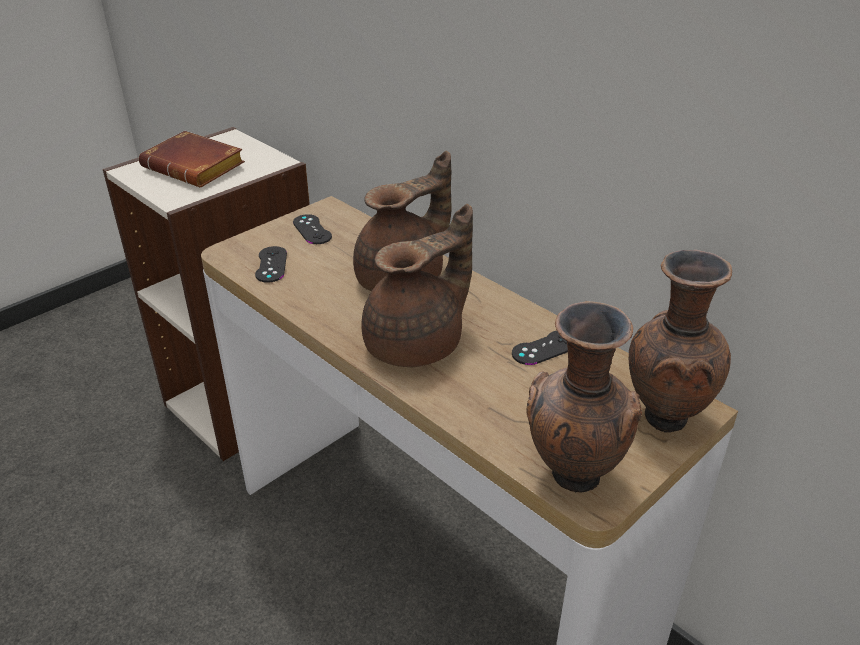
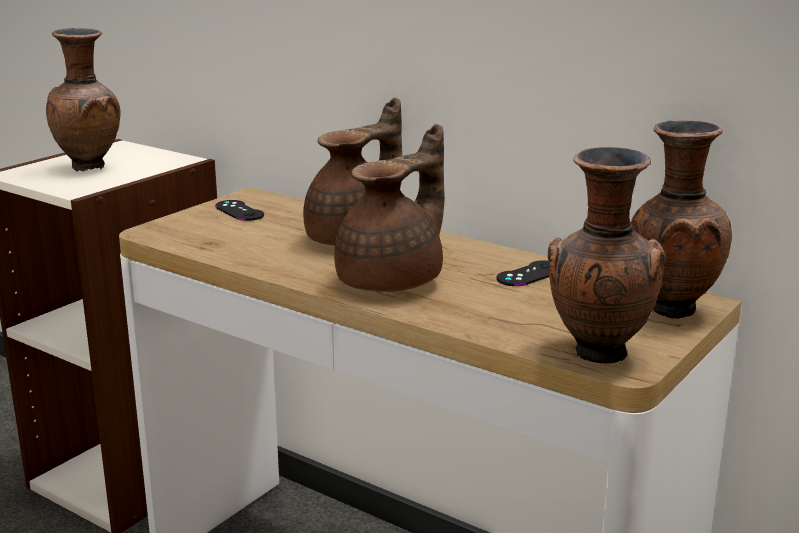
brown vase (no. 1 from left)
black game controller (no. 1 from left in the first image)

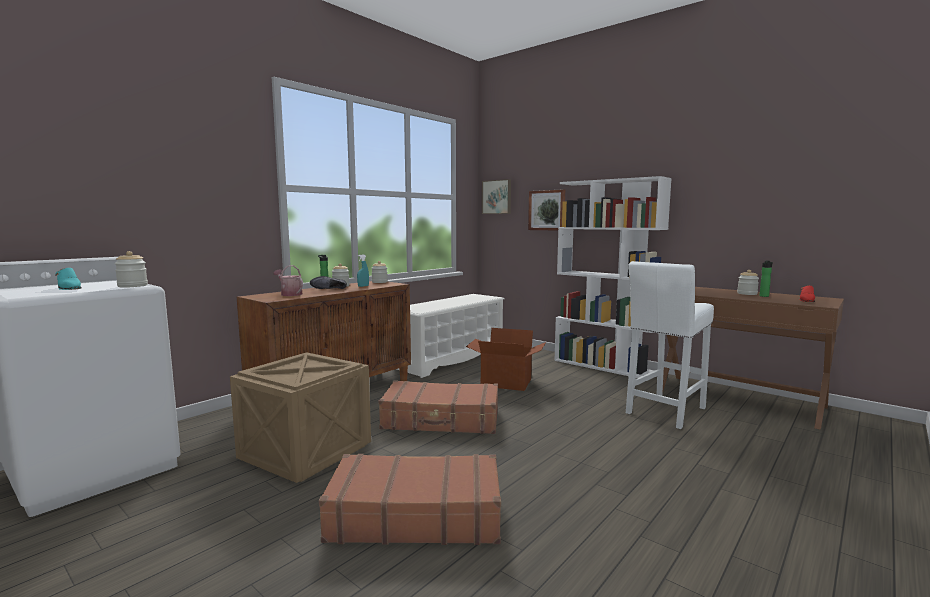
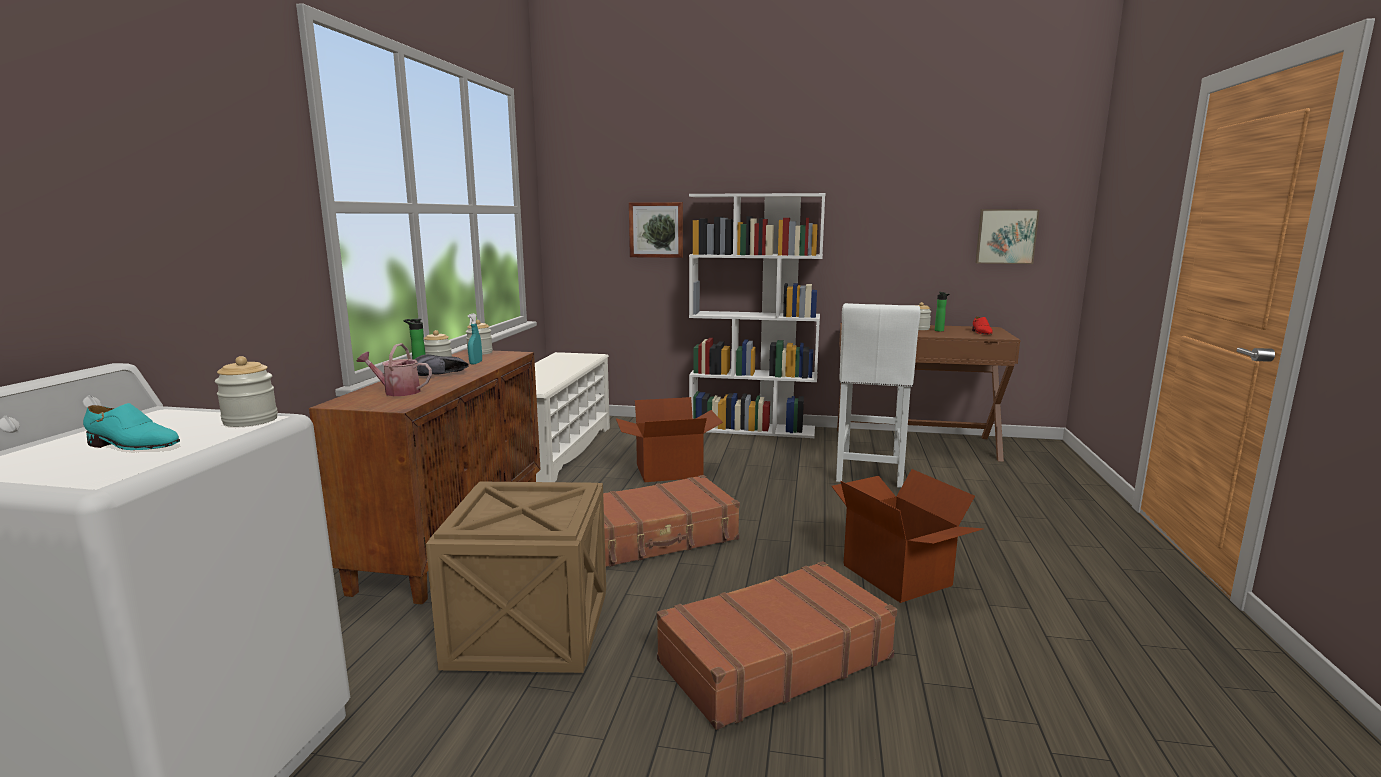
cardboard box (no. 2 from left)
picture (no. 2 from left)

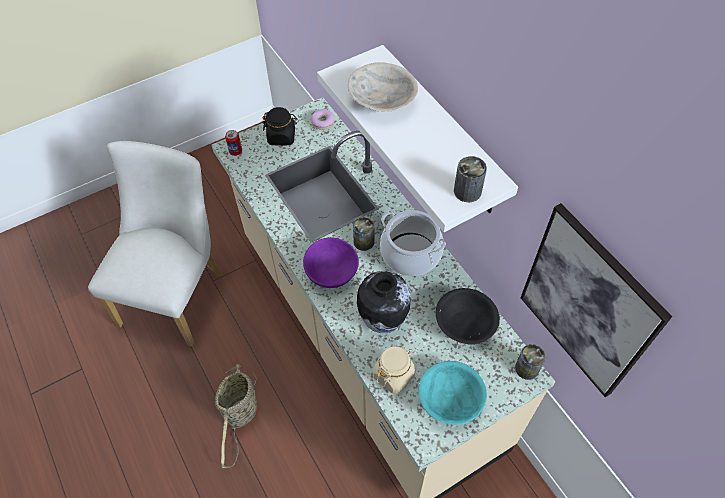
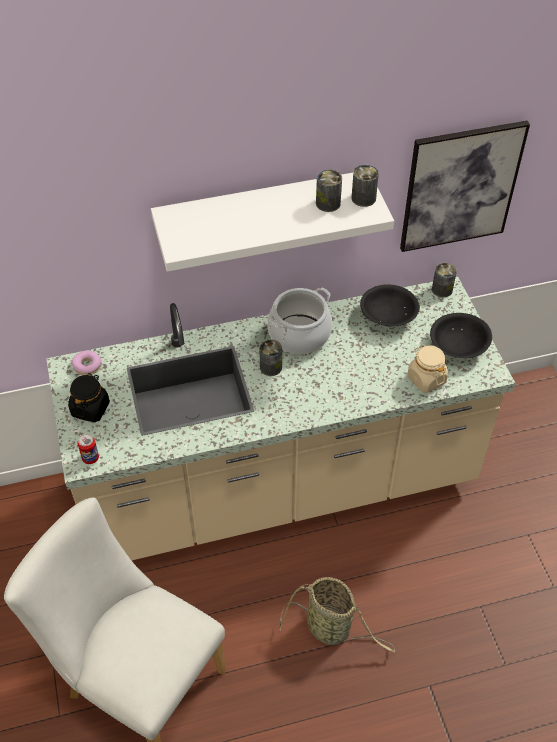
can (no. 3 from left)
black bowl (no. 2 from left)
purple bowl
beige bowl
vase

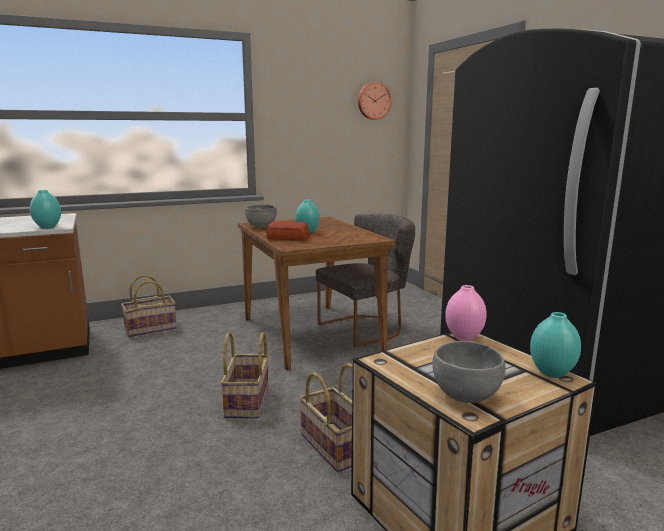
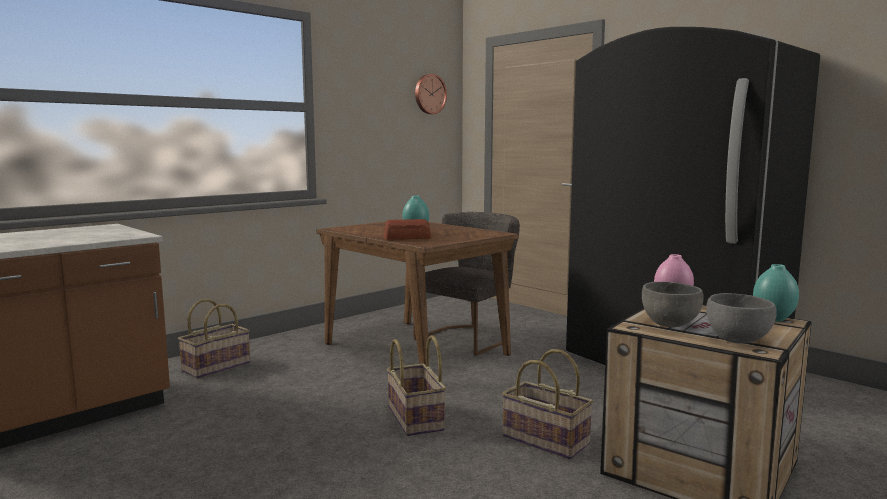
grey bowl (no. 1 from left)
turquoise vase (no. 1 from left in the first image)

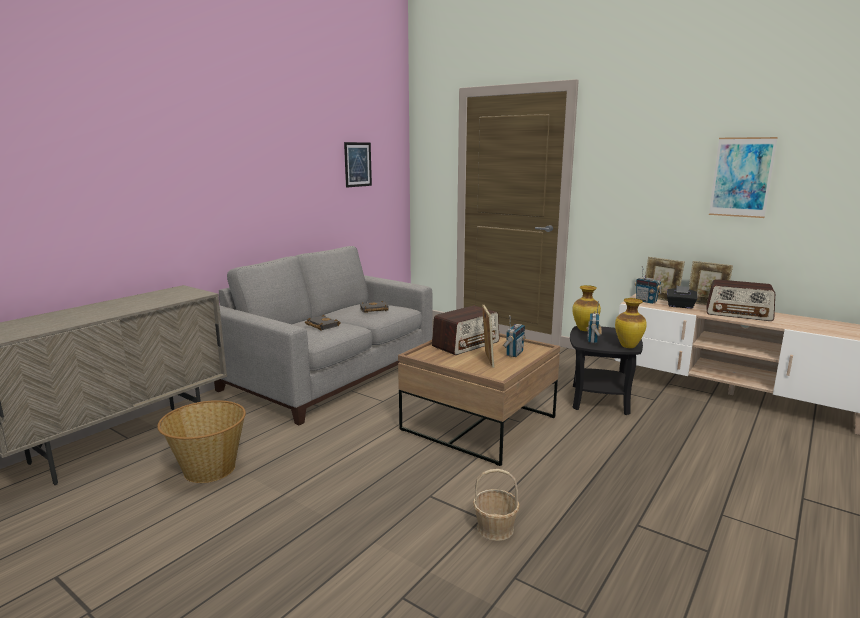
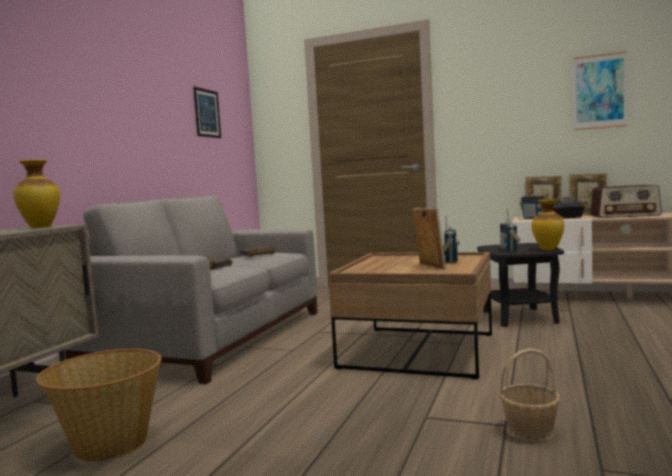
vase (no. 1 from left)
radio (no. 1 from left in the first image)

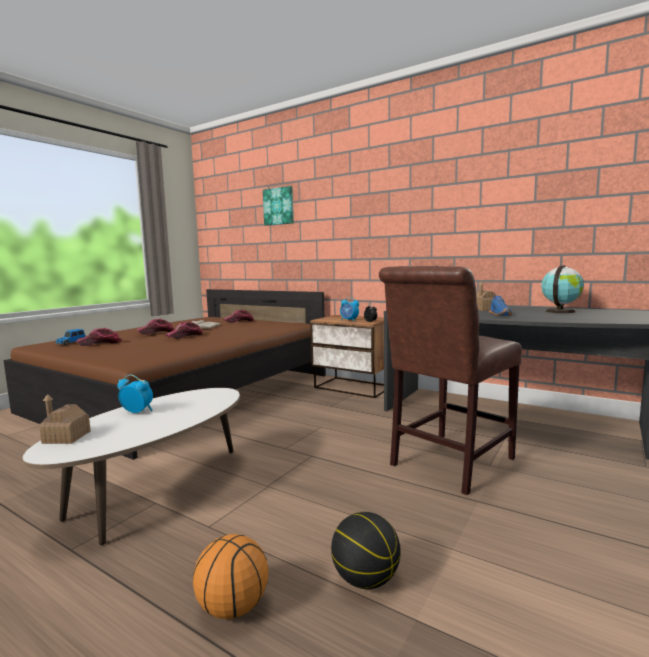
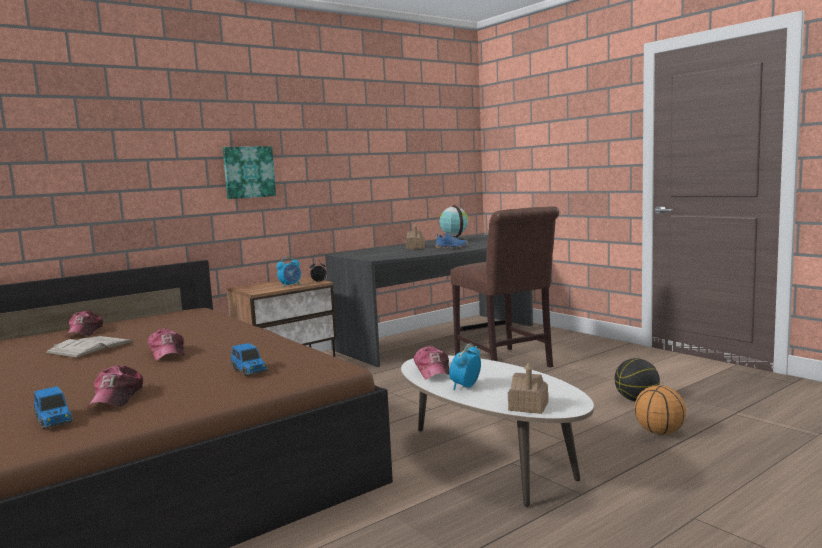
picture
toy car (no. 2 from left)
cap (no. 4 from left)

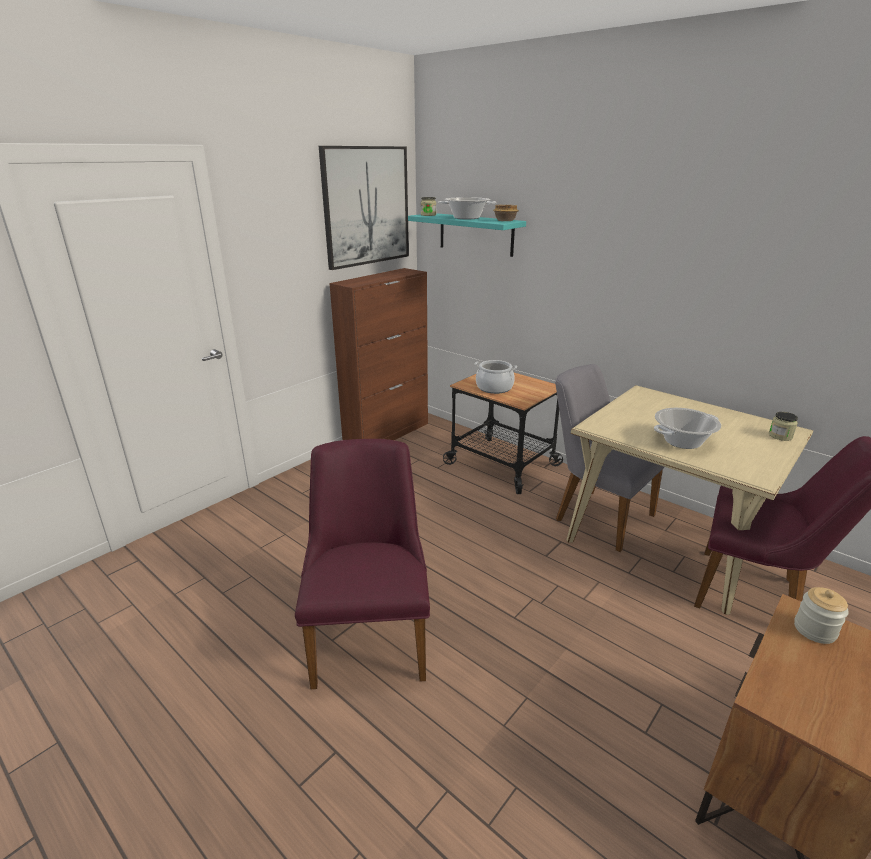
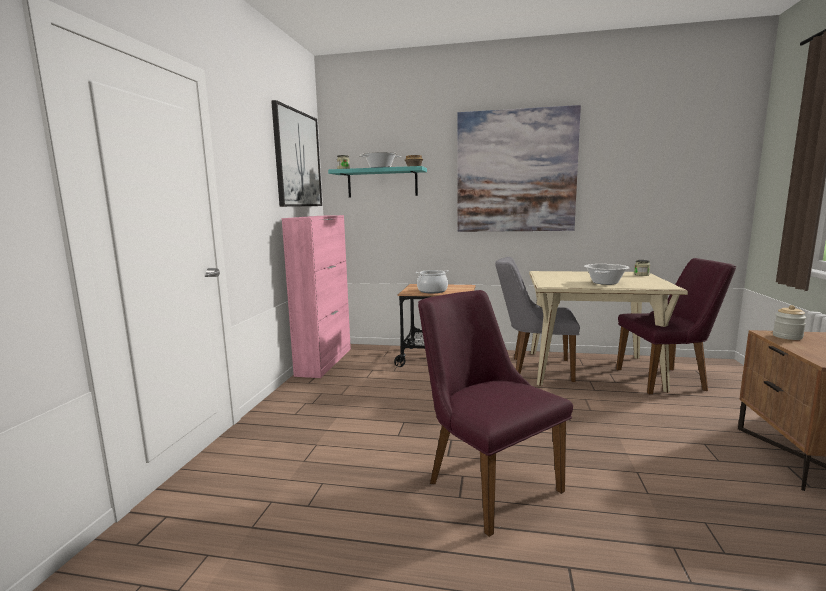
pink cabinet
picture (no. 2 from left)

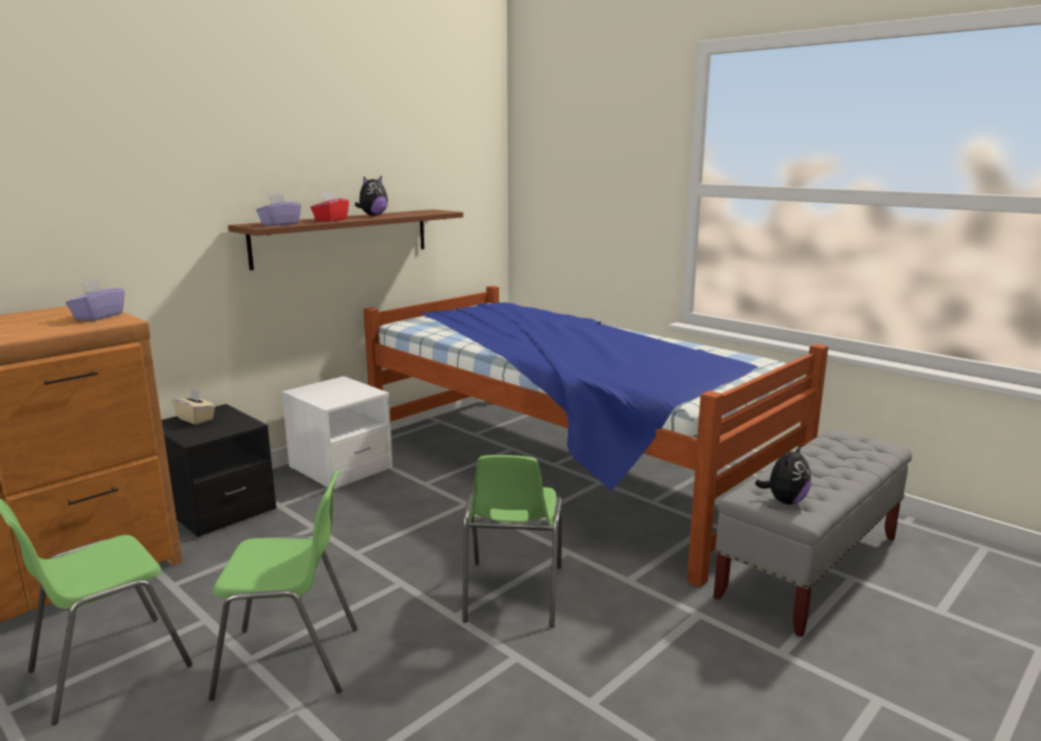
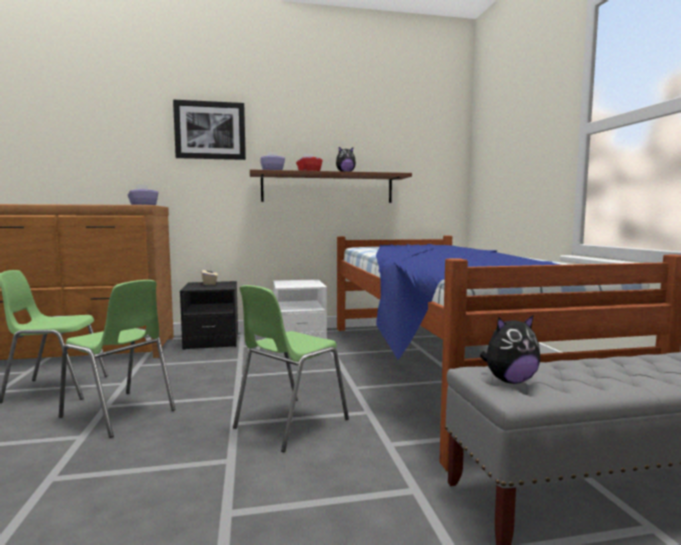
picture

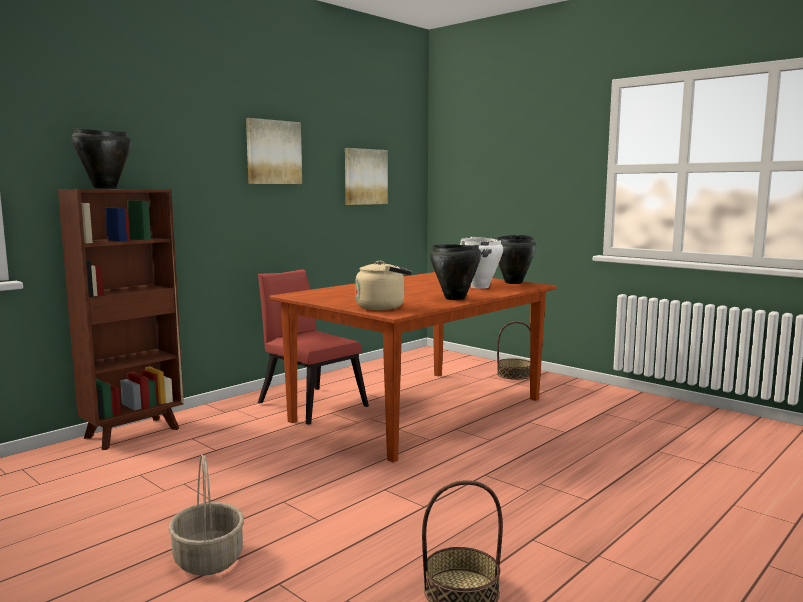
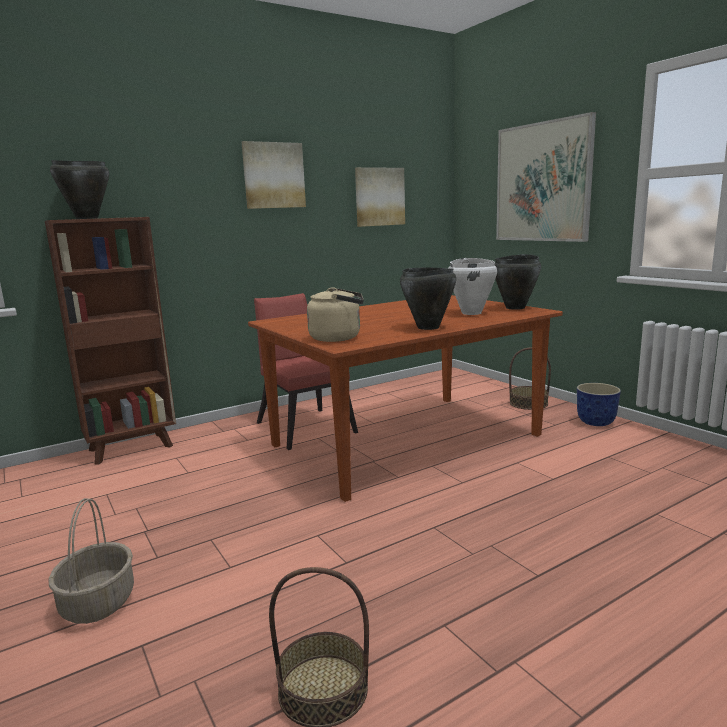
picture (no. 3 from left)
planter

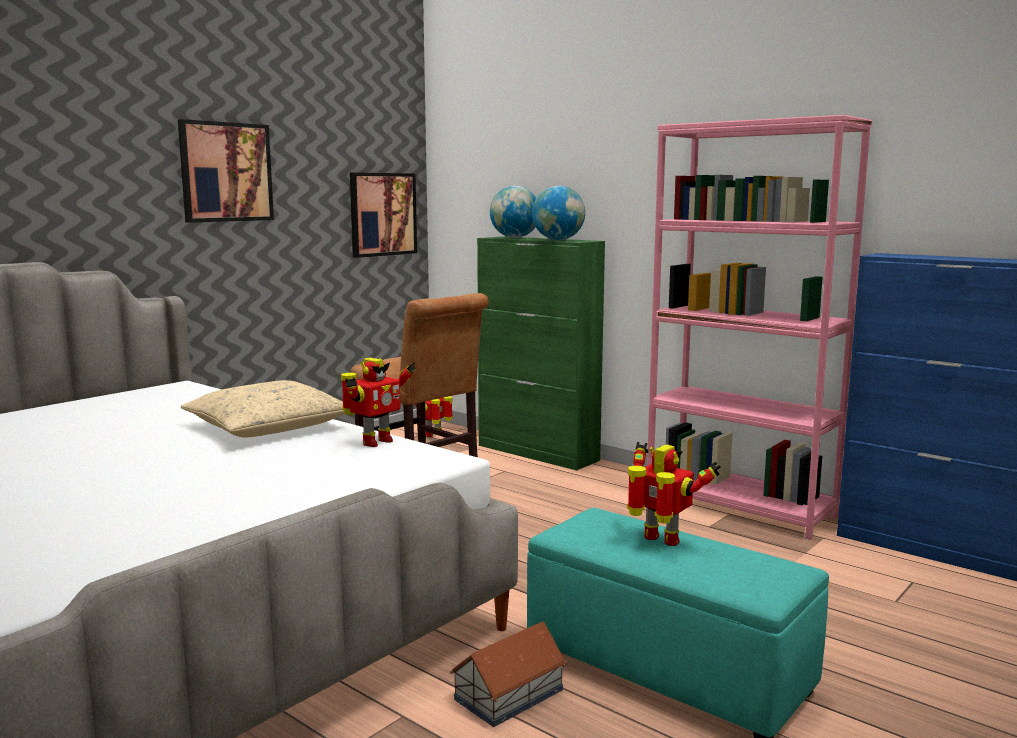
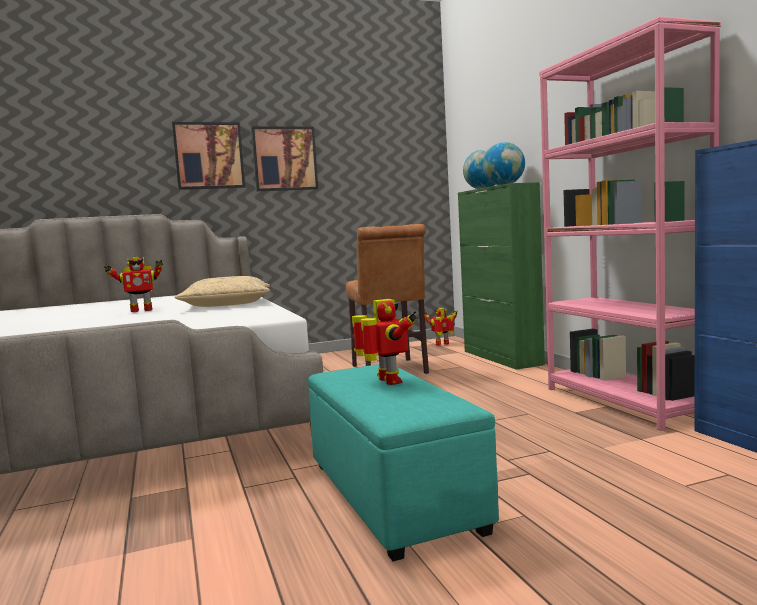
toy robot (no. 1 from left)
picture (no. 1 from left)
toy house

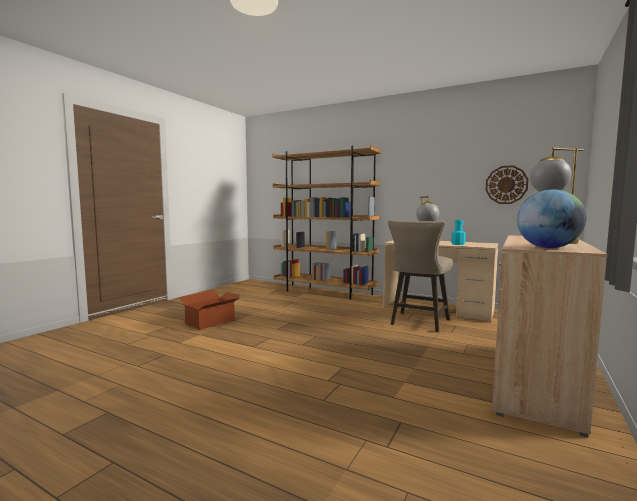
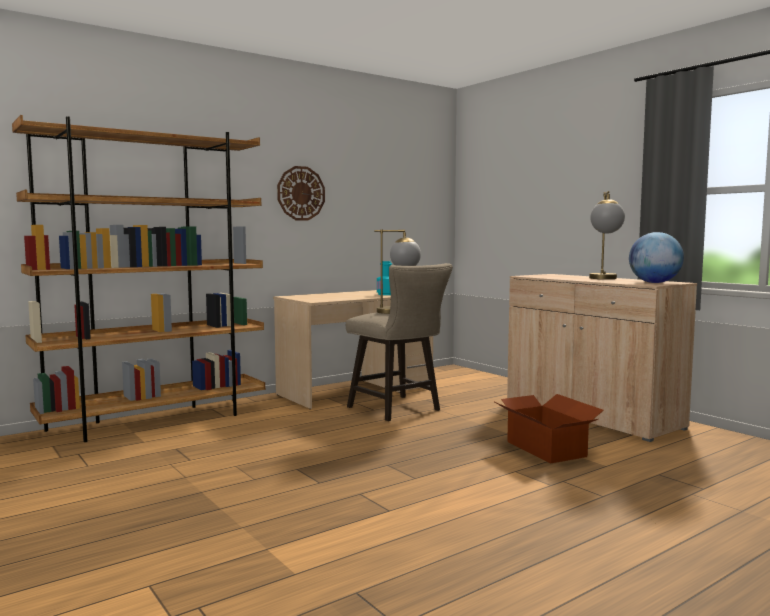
wall clock
cardboard box

